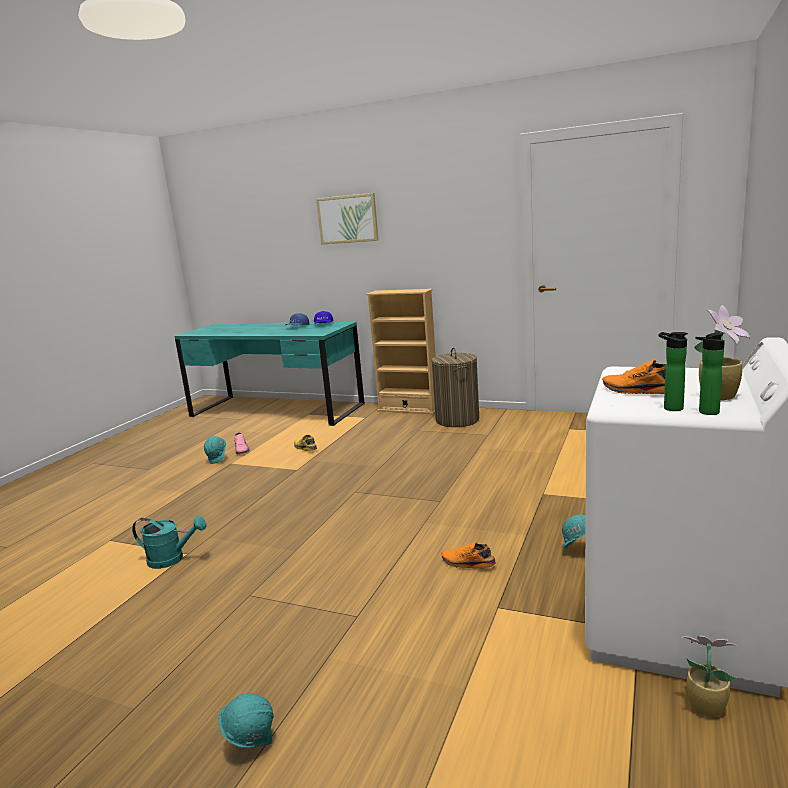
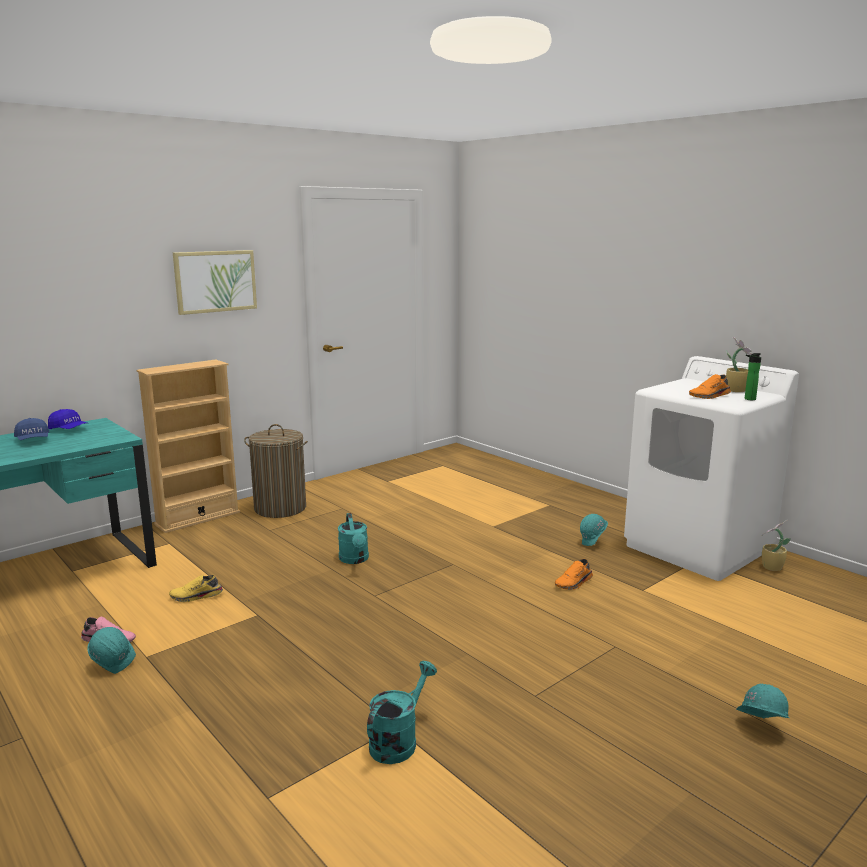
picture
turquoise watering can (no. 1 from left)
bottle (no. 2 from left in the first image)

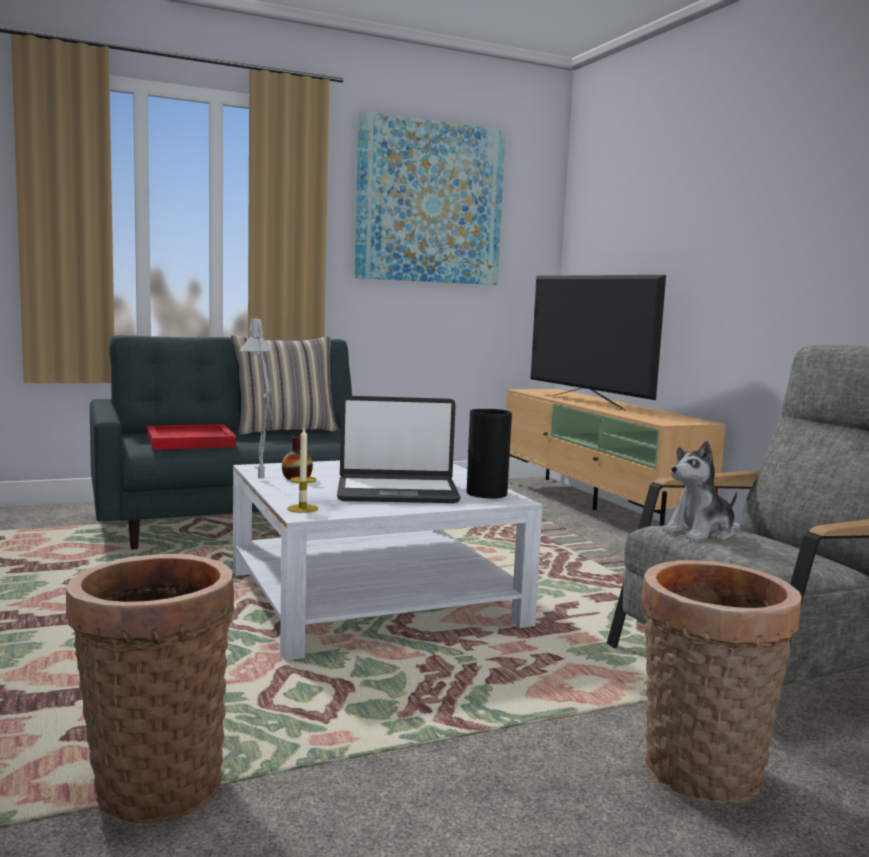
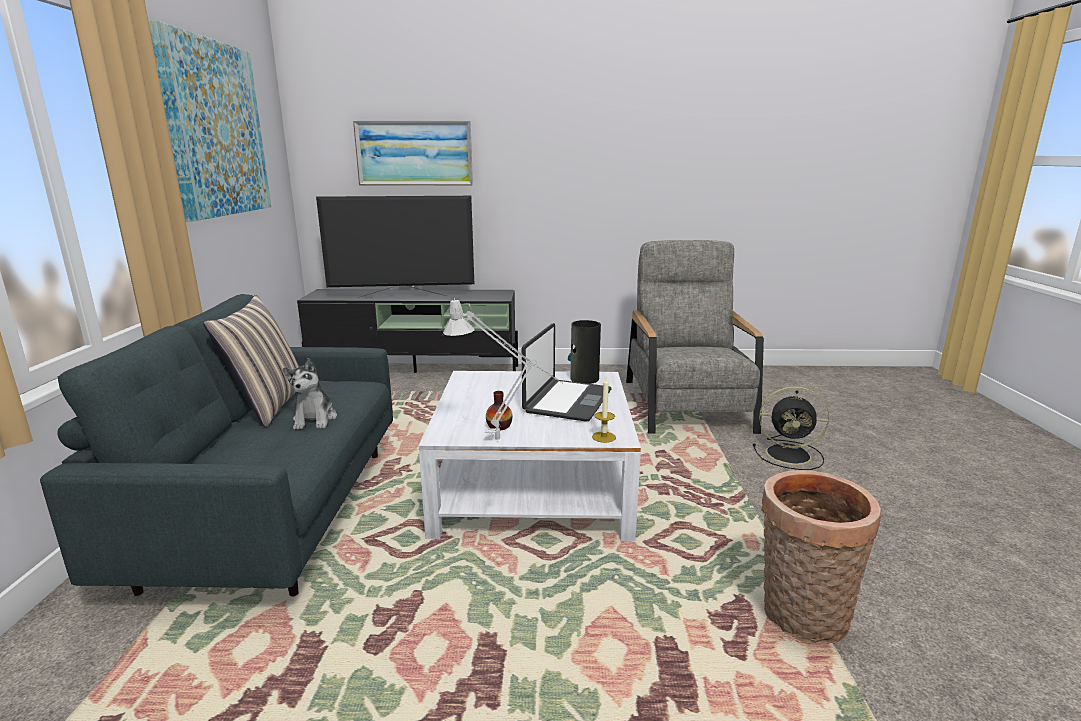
plush toy
black tv stand
picture (no. 2 from left)
black fan
red tray

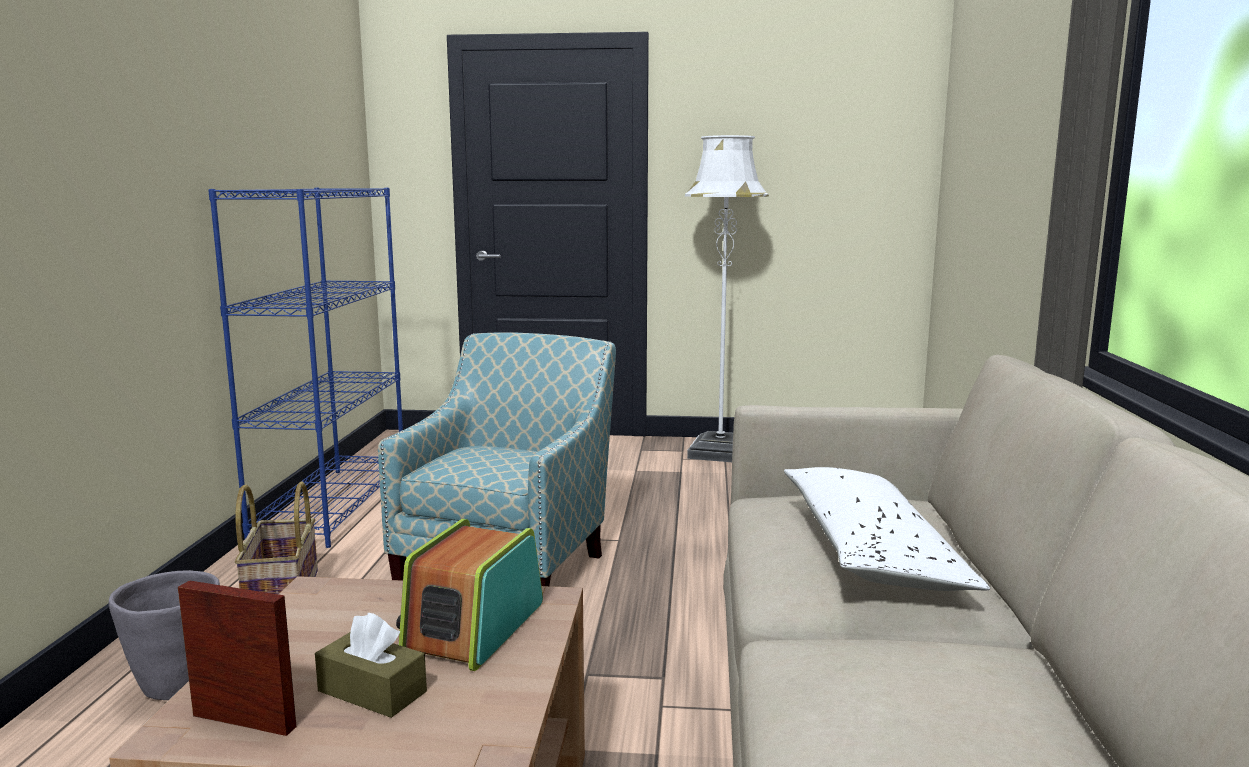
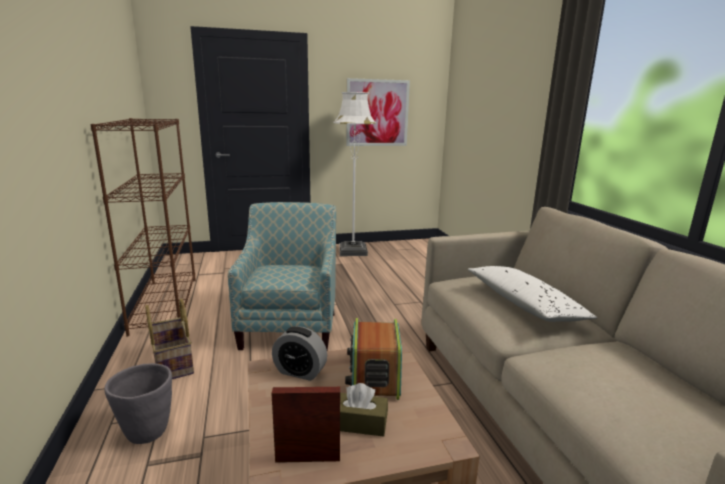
brown bookcase
alarm clock
picture

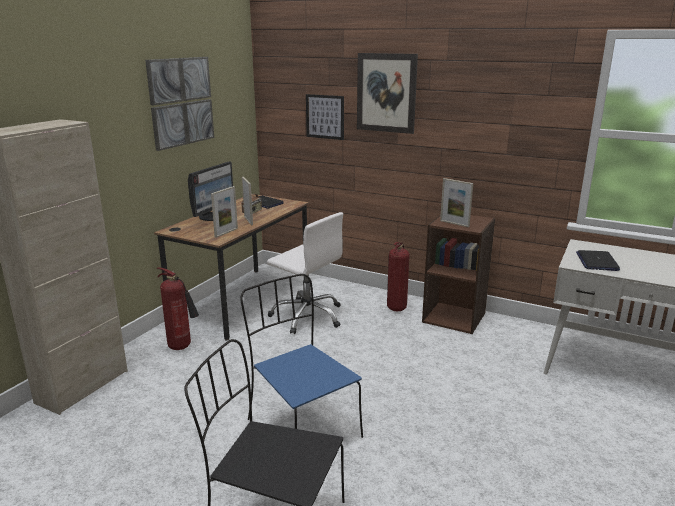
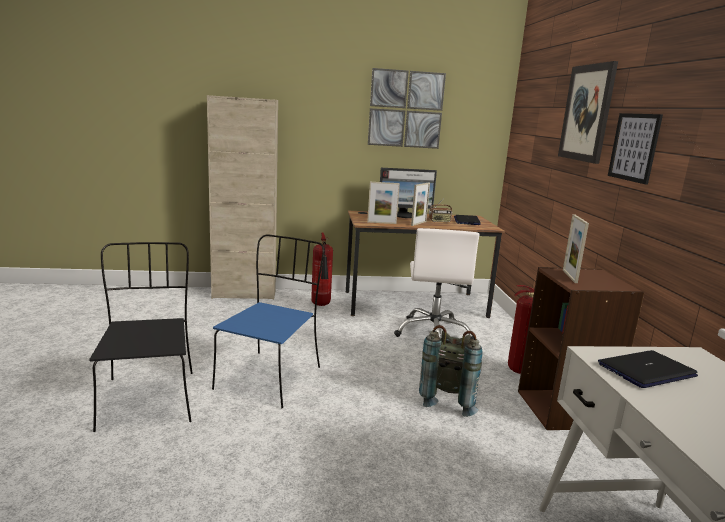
grey backpack
picture (no. 3 from left)

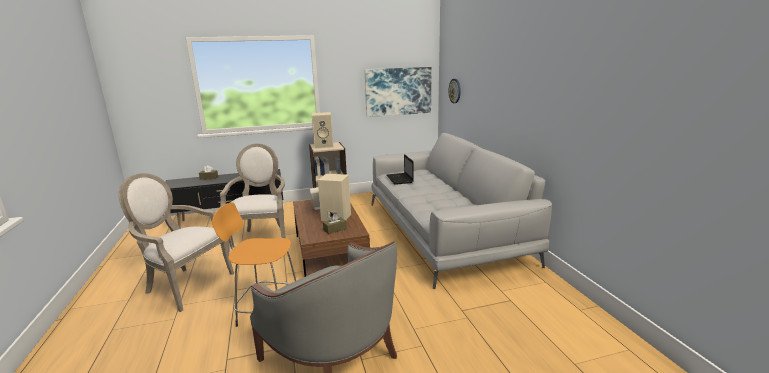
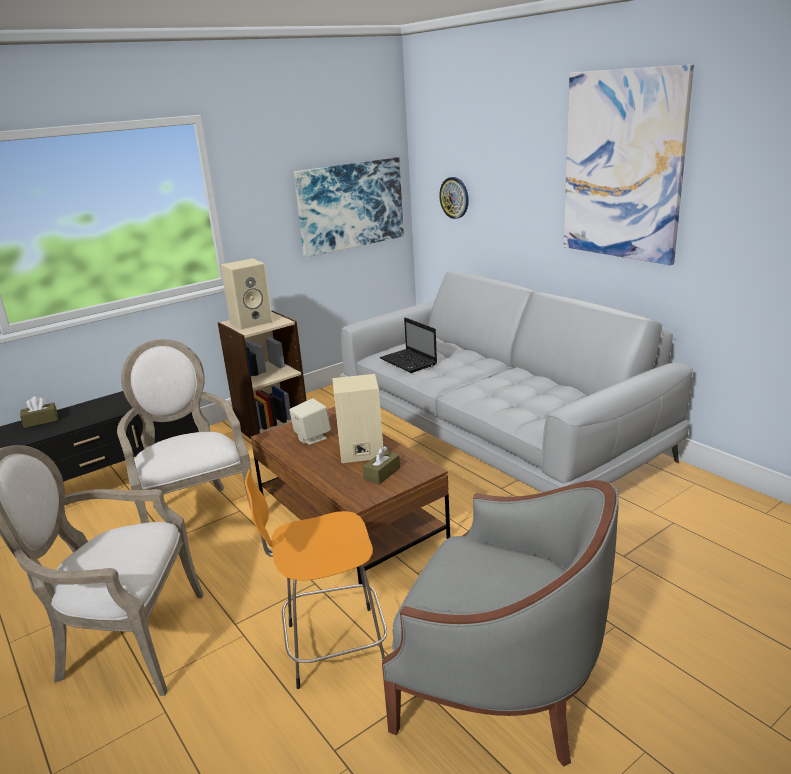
picture (no. 2 from left)

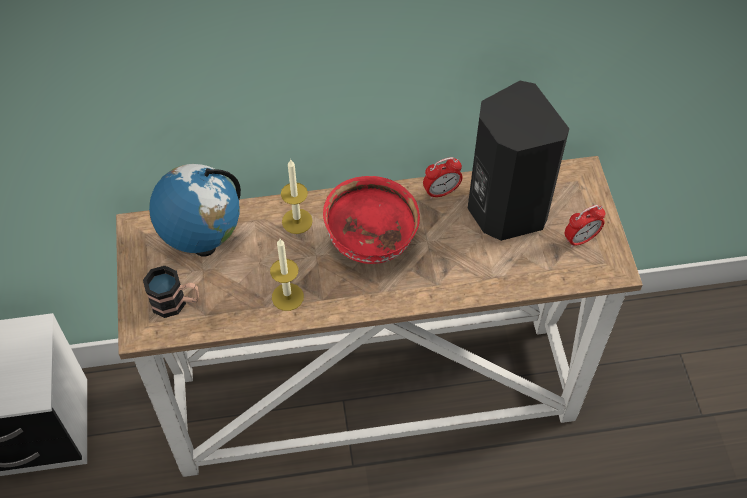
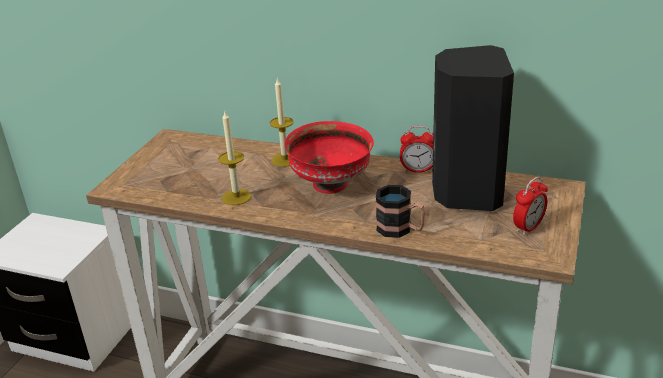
mug
alarm clock (no. 2 from left)
globe

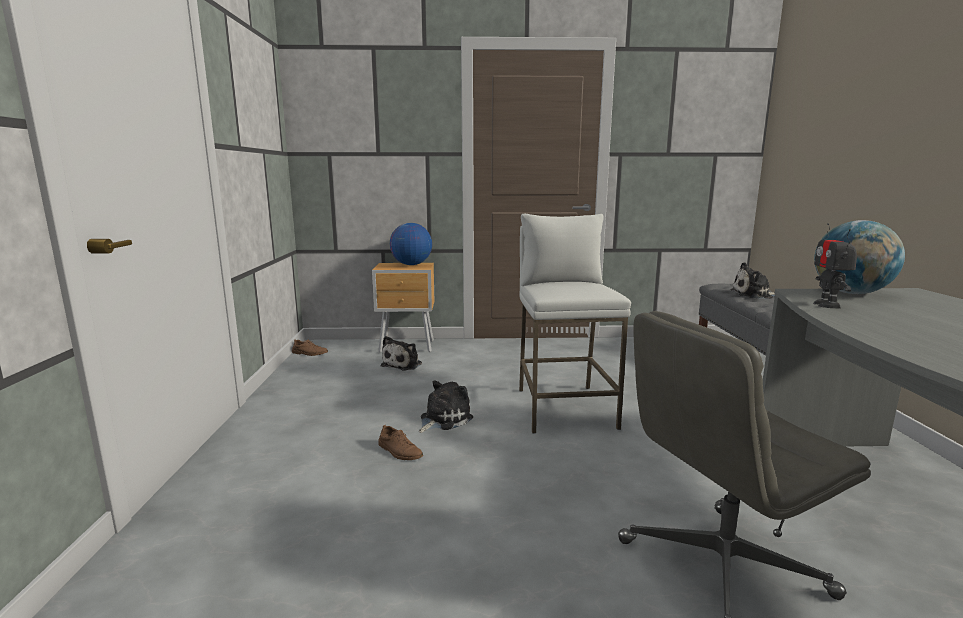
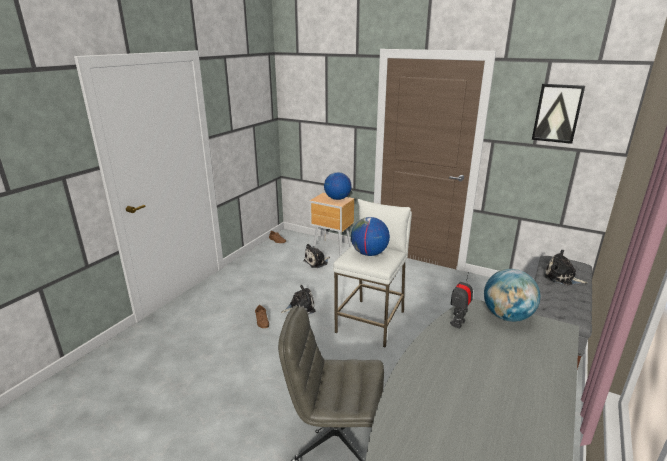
globe (no. 2 from left)
picture

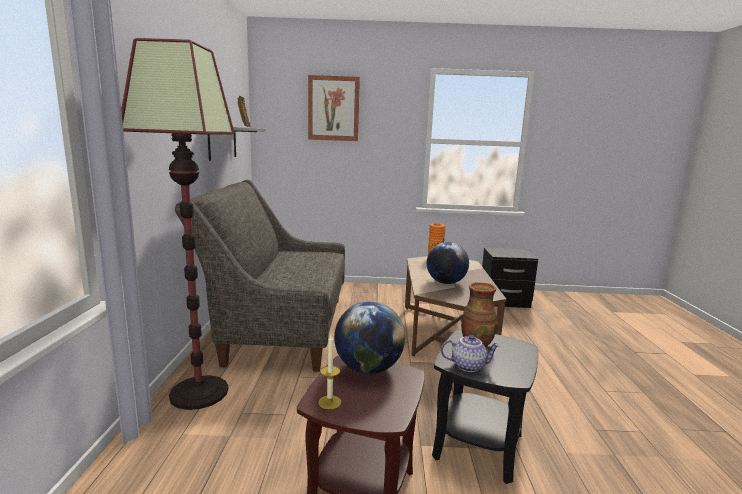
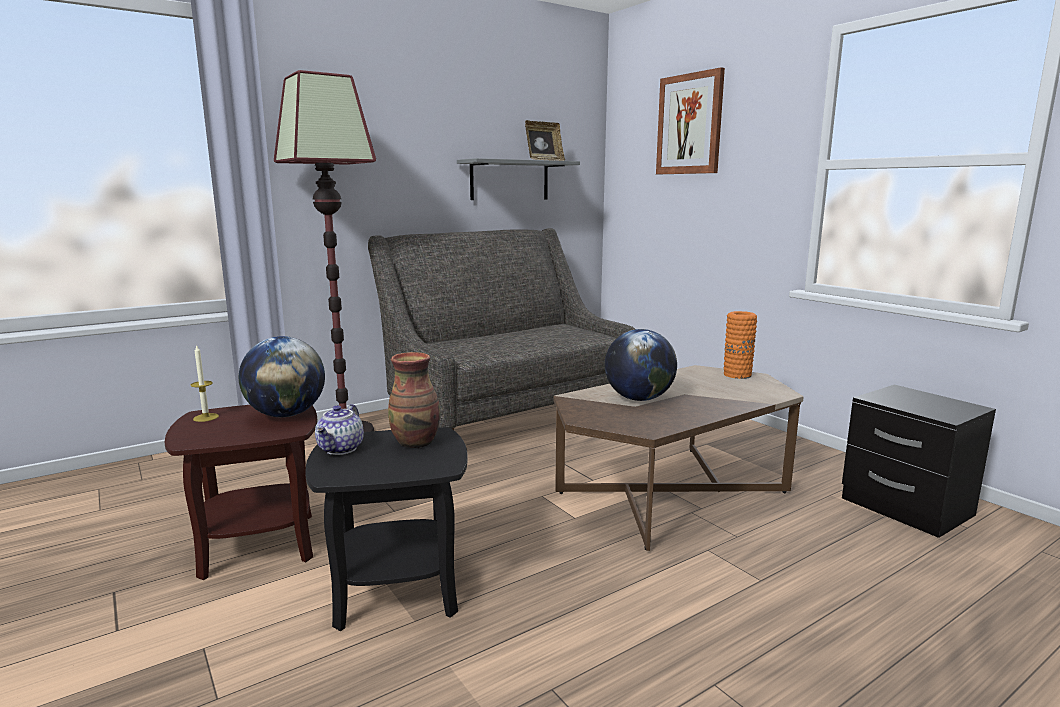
teapot

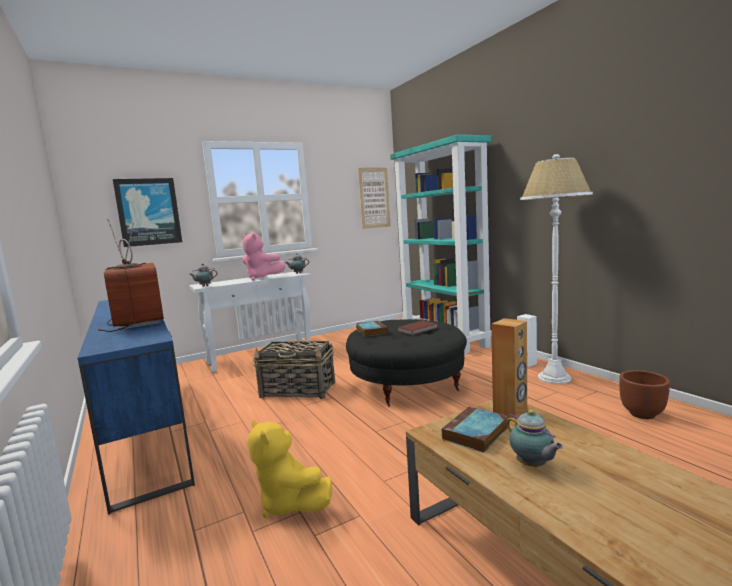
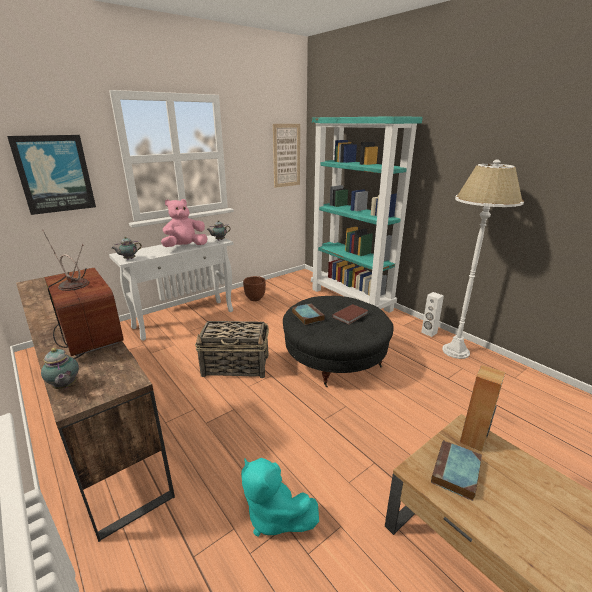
brown tv stand
teapot (no. 1 from left)
pink plush toy
turquoise plush toy
brown planter

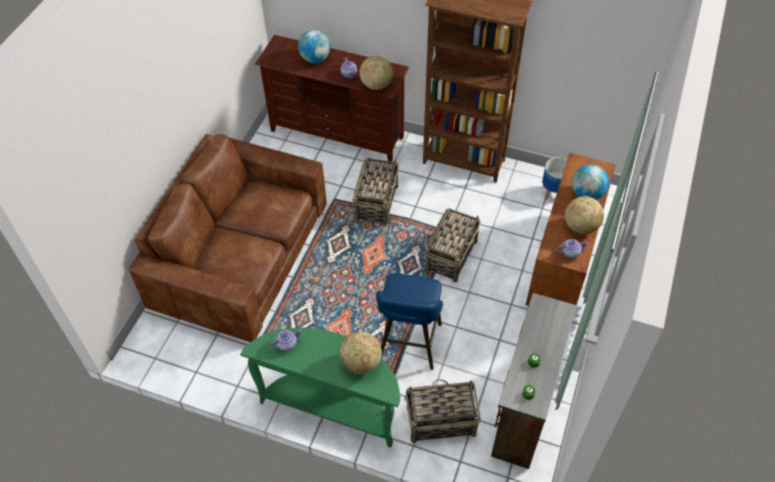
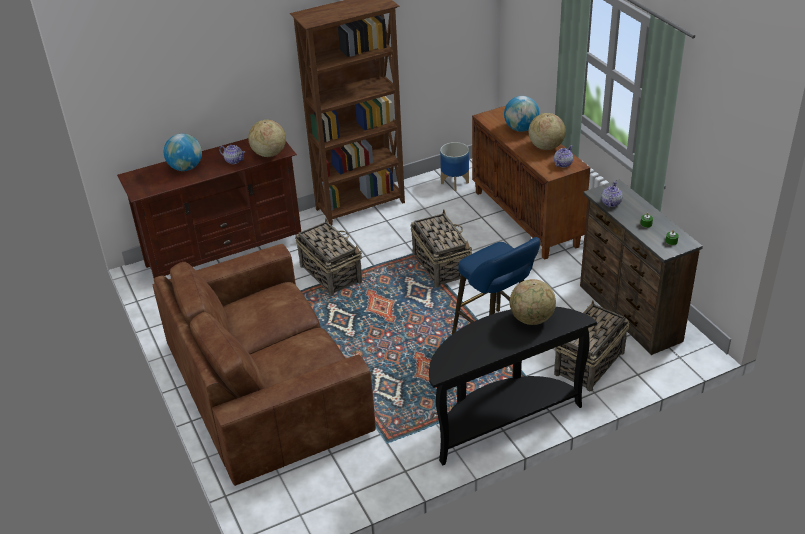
black console table
teapot (no. 3 from left)

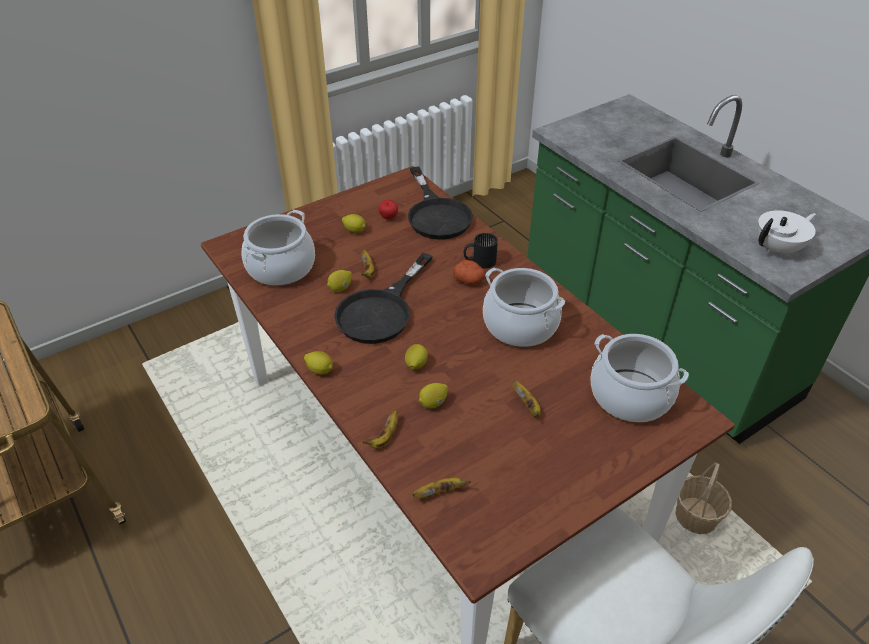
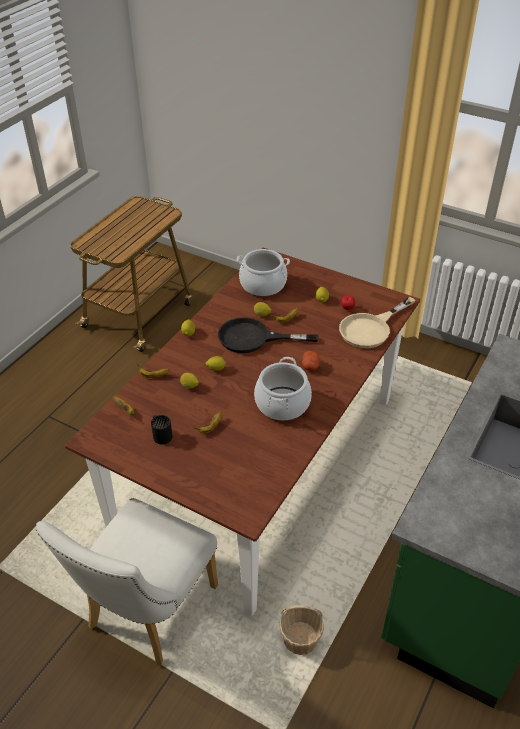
black mug
beige frying pan
cooking pot (no. 3 from left in the first image)
white teapot

